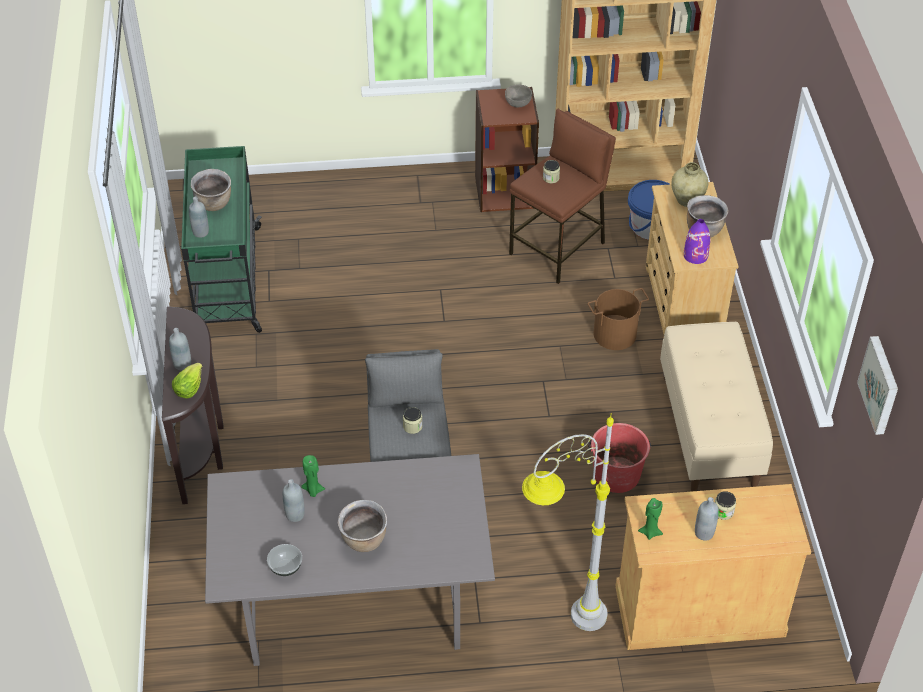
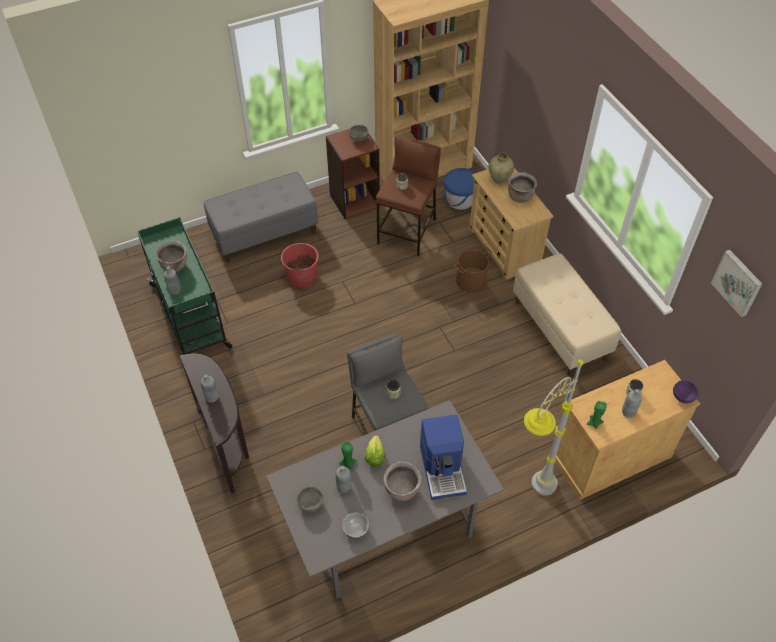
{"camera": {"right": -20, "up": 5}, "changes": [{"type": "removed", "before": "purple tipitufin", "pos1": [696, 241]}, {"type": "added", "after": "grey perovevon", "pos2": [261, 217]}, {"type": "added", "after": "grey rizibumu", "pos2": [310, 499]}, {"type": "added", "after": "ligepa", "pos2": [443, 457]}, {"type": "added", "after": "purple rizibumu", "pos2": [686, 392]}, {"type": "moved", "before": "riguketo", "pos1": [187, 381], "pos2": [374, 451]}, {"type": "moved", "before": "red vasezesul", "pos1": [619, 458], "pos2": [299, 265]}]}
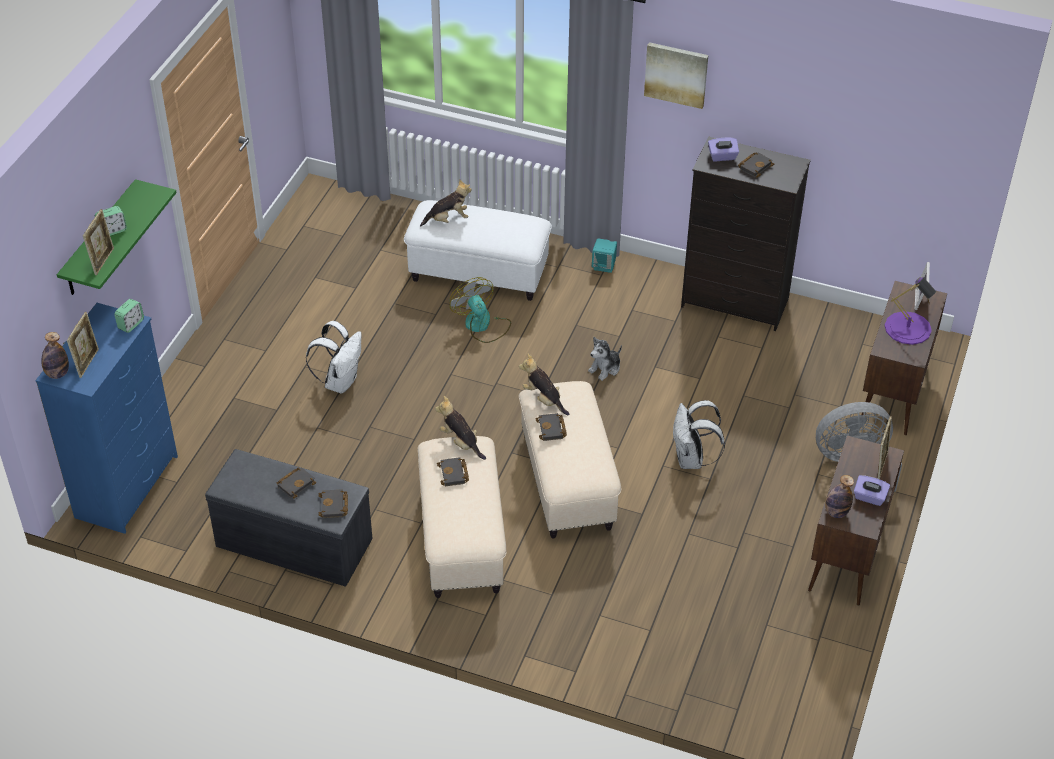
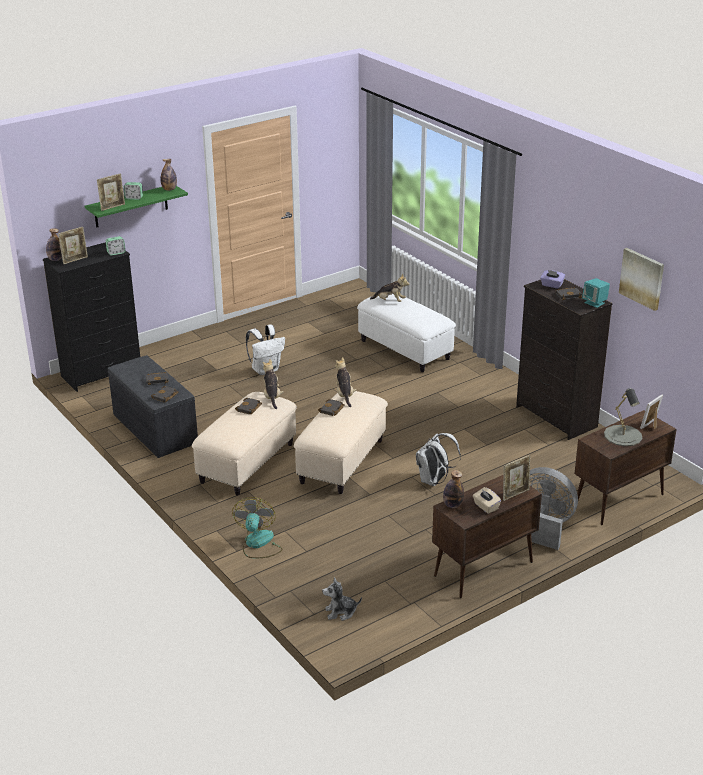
{"camera": {"right": 35, "up": -15}, "changes": [{"type": "added", "after": "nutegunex", "pos2": [169, 175]}, {"type": "moved", "before": "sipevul", "pos1": [480, 310], "pos2": [257, 527]}, {"type": "moved", "before": "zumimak", "pos1": [605, 359], "pos2": [342, 599]}, {"type": "moved", "before": "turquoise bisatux", "pos1": [604, 255], "pos2": [596, 293]}, {"type": "moved", "before": "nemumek", "pos1": [676, 75], "pos2": [641, 279]}, {"type": "recoloured", "before": "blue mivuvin", "after": "black mivuvin", "pos1": [106, 418], "pos2": [91, 317]}, {"type": "recoloured", "before": "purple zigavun", "after": "beige zigavun", "pos1": [872, 490], "pos2": [487, 500]}, {"type": "recoloured", "before": "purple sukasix", "after": "grey sukasix", "pos1": [910, 311], "pos2": [623, 417]}]}
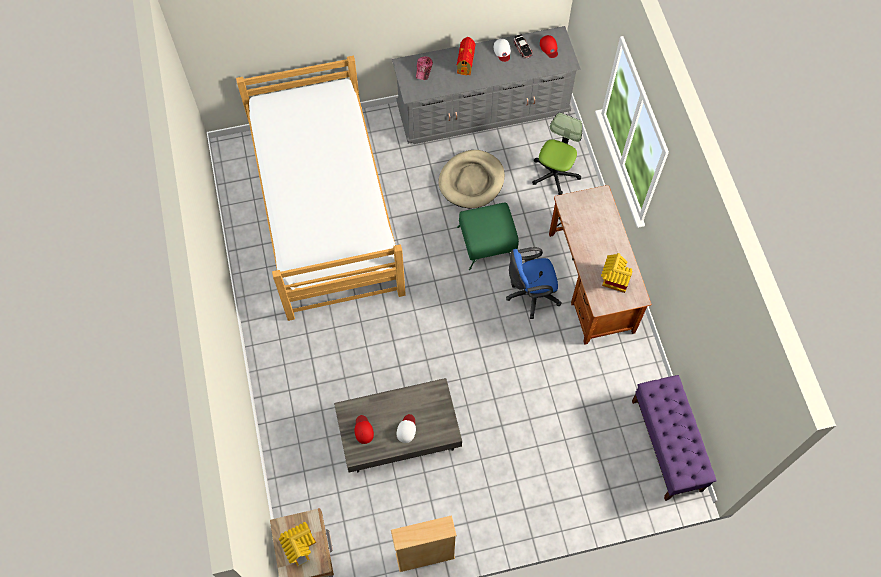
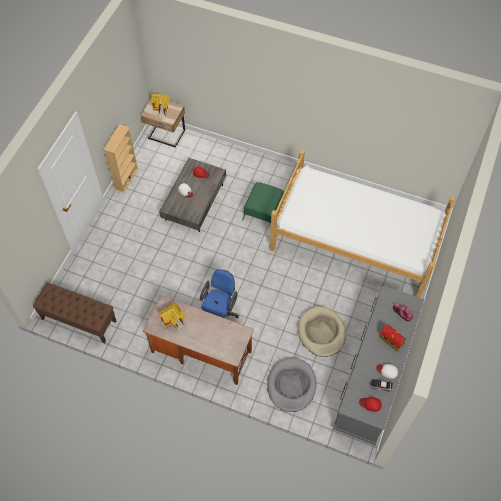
{"camera": {"right": 125, "up": -5}, "changes": [{"type": "moved", "before": "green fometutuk", "pos1": [488, 236], "pos2": [263, 202]}, {"type": "replaced", "before": "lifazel", "after": "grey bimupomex", "pos1": [557, 154], "pos2": [292, 385]}, {"type": "recoloured", "before": "purple perovevon", "after": "brown perovevon", "pos1": [674, 438], "pos2": [75, 313]}]}
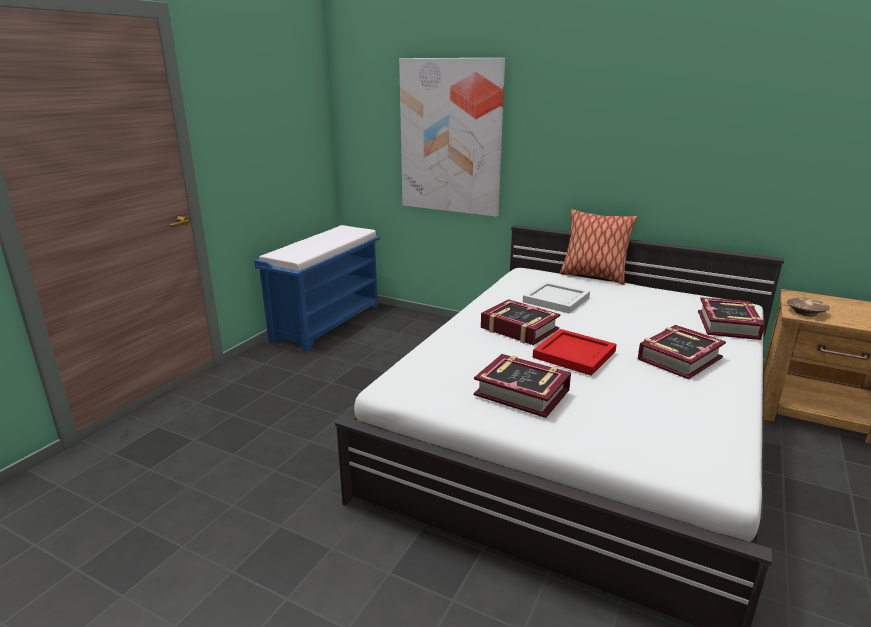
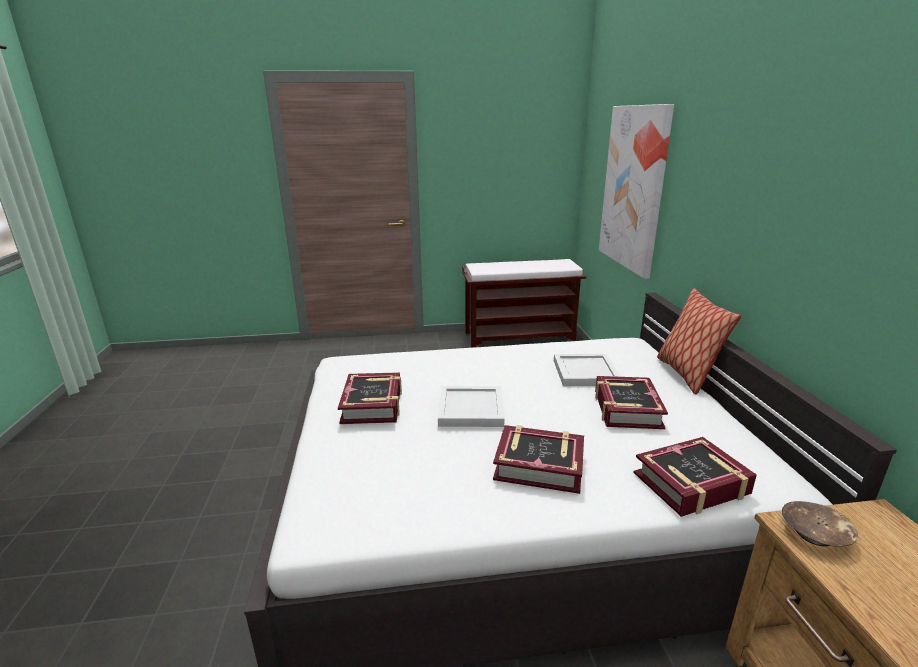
{"camera": {"right": 55, "up": 0}, "changes": [{"type": "moved", "before": "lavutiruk", "pos1": [520, 322], "pos2": [631, 402]}, {"type": "recoloured", "before": "blue perovevon", "after": "brown perovevon", "pos1": [317, 288], "pos2": [524, 303]}, {"type": "recoloured", "before": "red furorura", "after": "white furorura", "pos1": [575, 352], "pos2": [471, 406]}]}
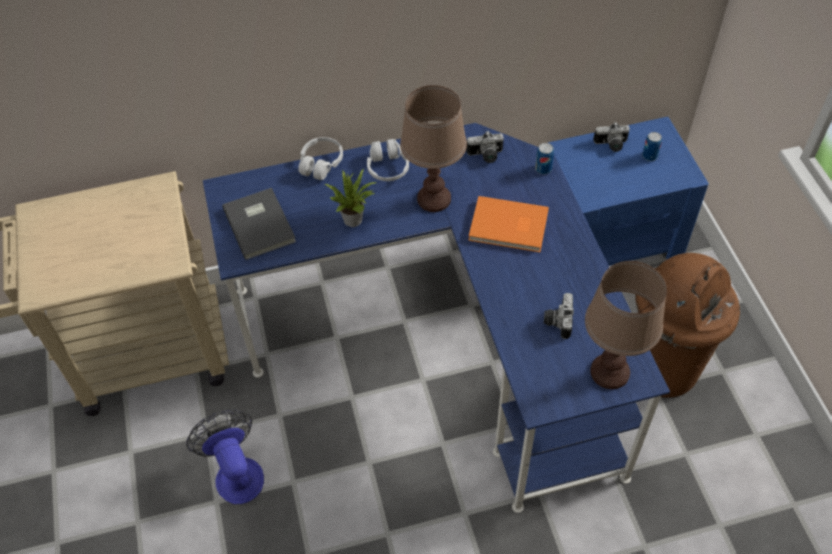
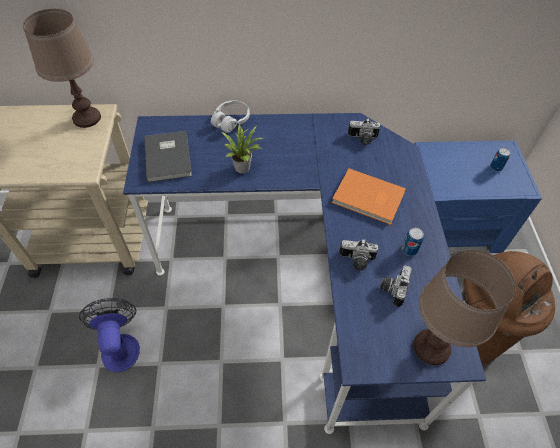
{"camera": {"right": 10, "up": 0}, "changes": [{"type": "removed", "before": "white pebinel", "pos1": [388, 160]}, {"type": "moved", "before": "brown sukasix", "pos1": [433, 148], "pos2": [62, 68]}, {"type": "moved", "before": "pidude", "pos1": [544, 158], "pos2": [413, 242]}, {"type": "moved", "before": "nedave", "pos1": [611, 137], "pos2": [358, 255]}]}
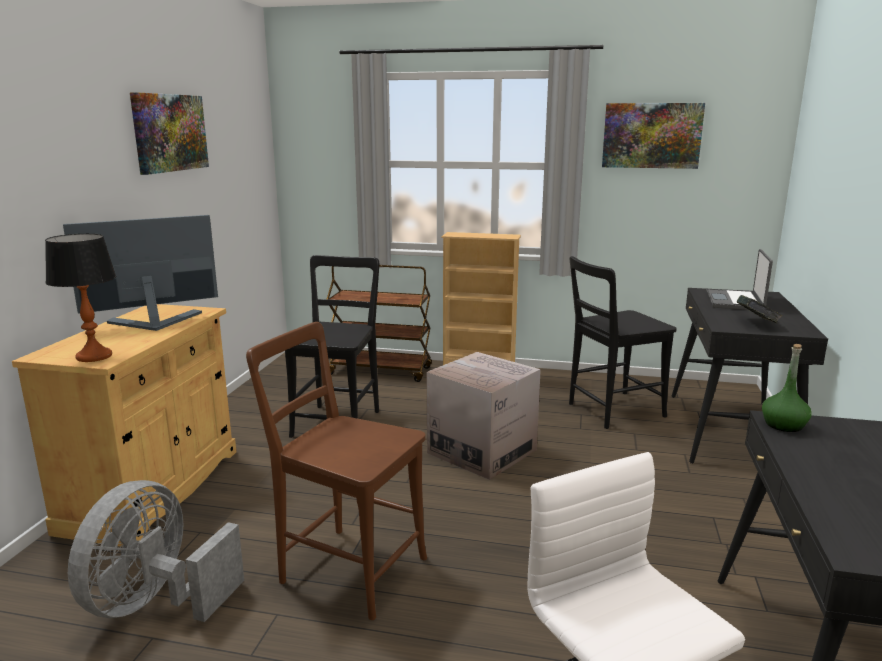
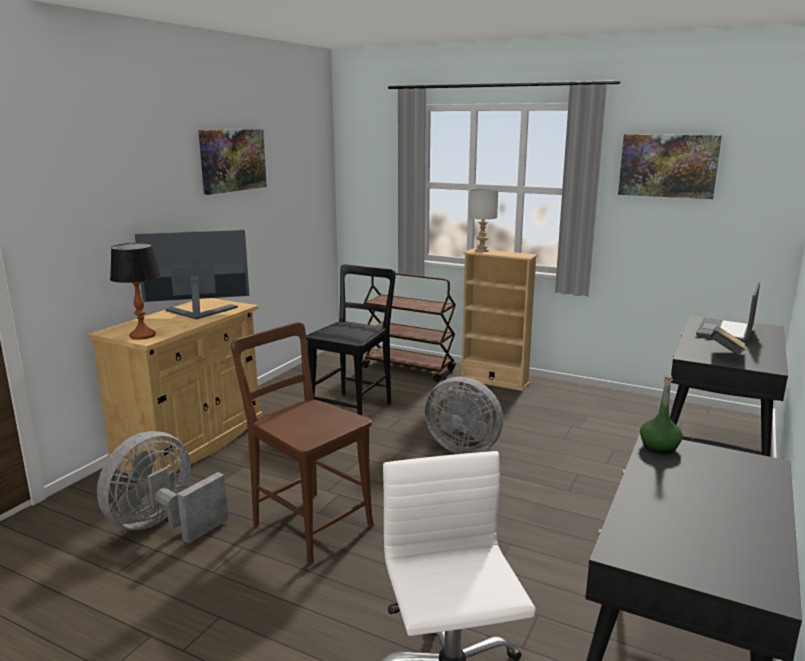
{"camera": {"right": 15, "up": 0}, "changes": [{"type": "removed", "before": "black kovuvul", "pos1": [623, 342]}, {"type": "added", "after": "grey sukasix", "pos2": [483, 220]}, {"type": "replaced", "before": "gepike", "after": "grey sipevul", "pos1": [484, 416], "pos2": [464, 415]}]}
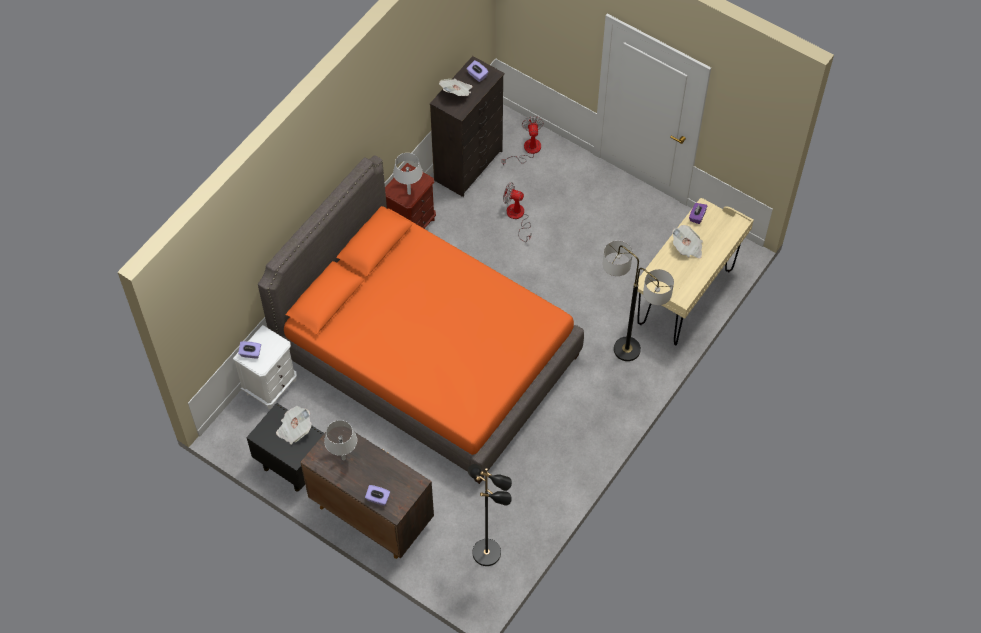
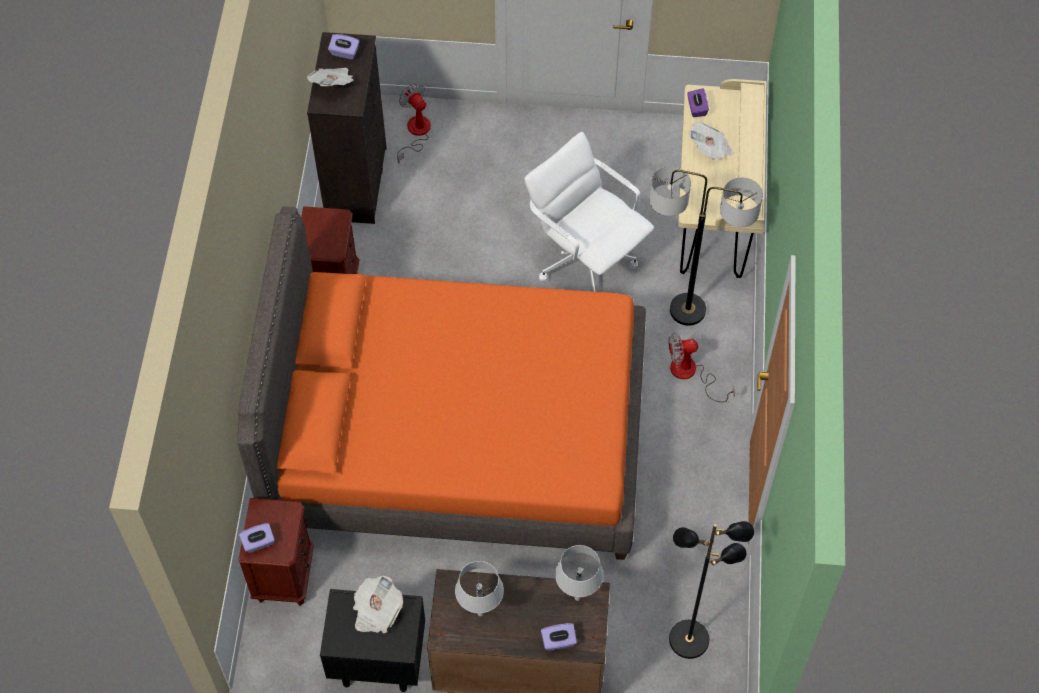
{"camera": {"right": -30, "up": 0}, "changes": [{"type": "added", "after": "white lifazel", "pos2": [589, 212]}, {"type": "moved", "before": "grey sukasix", "pos1": [408, 174], "pos2": [579, 573]}, {"type": "moved", "before": "sipevul", "pos1": [517, 212], "pos2": [702, 367]}, {"type": "recoloured", "before": "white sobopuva", "after": "brown sobopuva", "pos1": [265, 367], "pos2": [276, 552]}]}
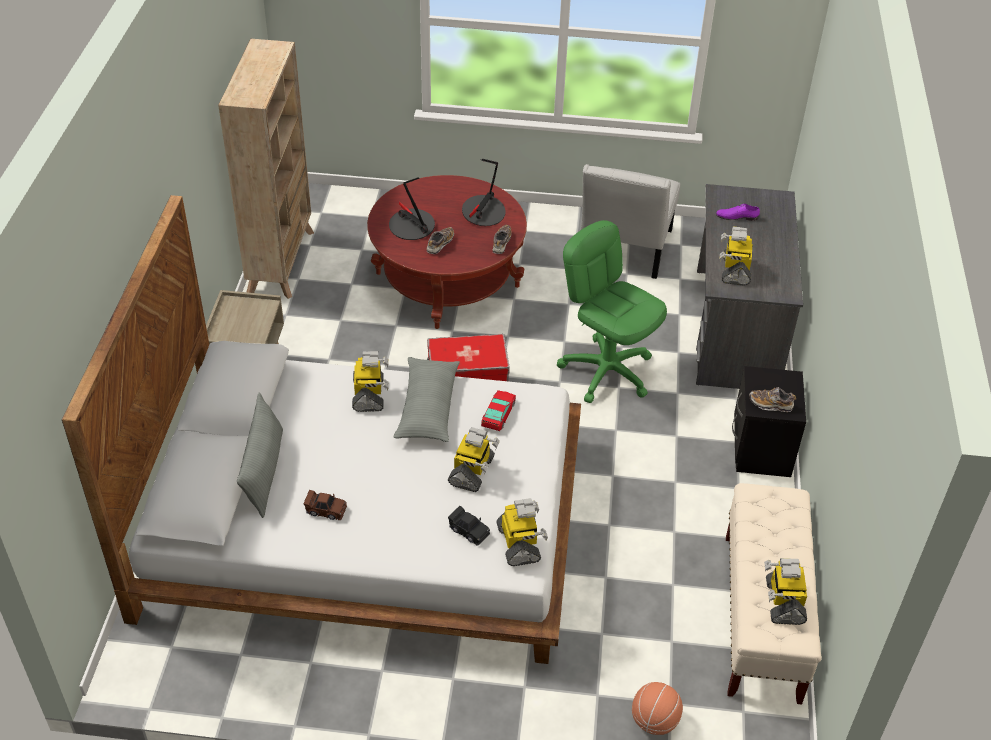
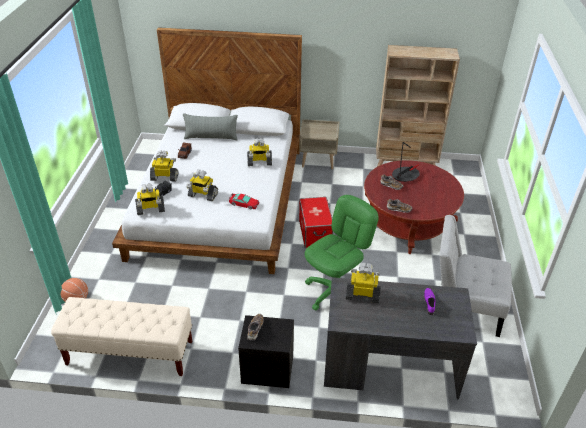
{"camera": {"right": 90, "up": -5}, "changes": [{"type": "removed", "before": "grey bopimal", "pos1": [427, 399]}, {"type": "removed", "before": "sukasix", "pos1": [484, 192]}, {"type": "moved", "before": "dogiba", "pos1": [785, 591], "pos2": [164, 165]}]}
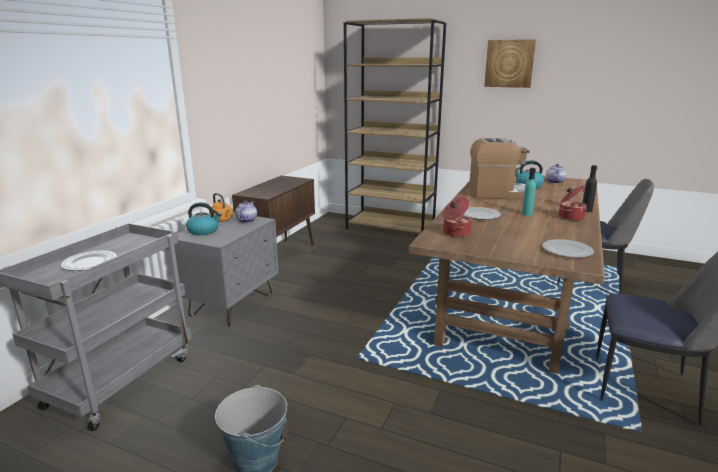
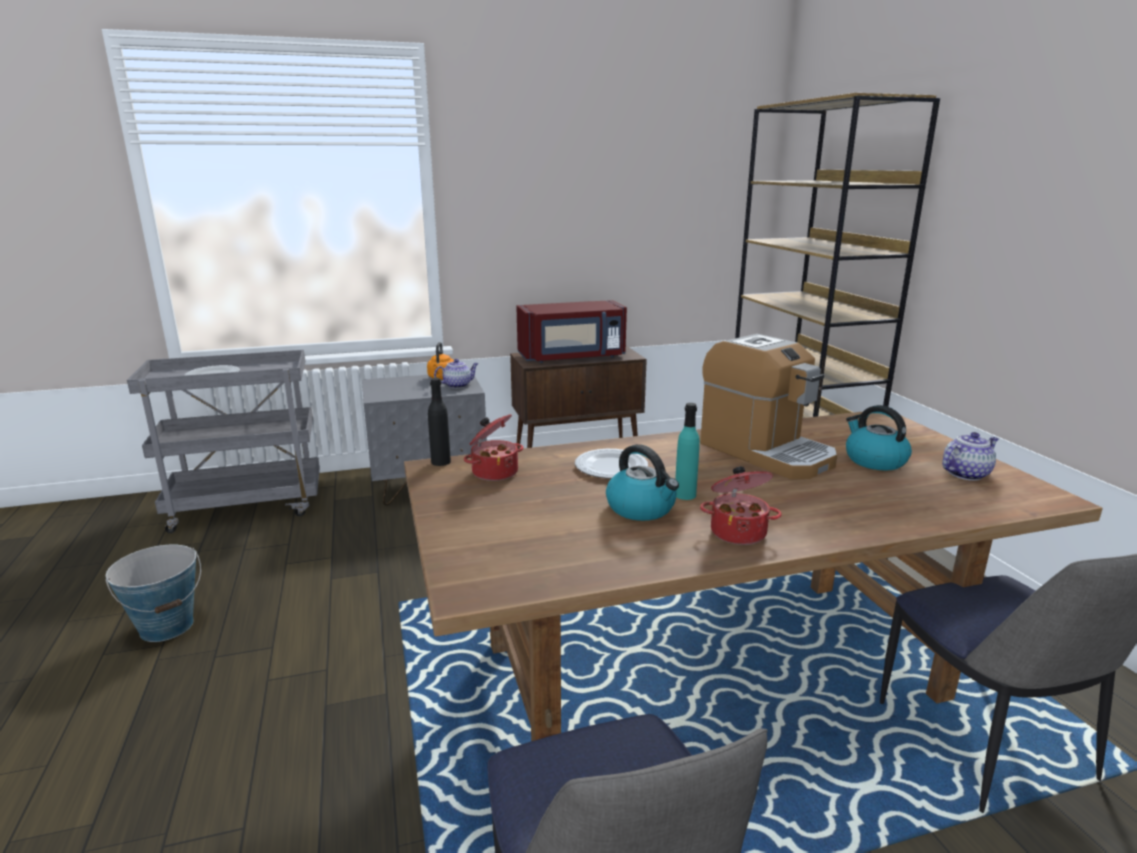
{"camera": {"right": 50, "up": 0}, "changes": [{"type": "removed", "before": "nemumek", "pos1": [510, 63]}, {"type": "removed", "before": "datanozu", "pos1": [568, 248]}, {"type": "added", "after": "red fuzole", "pos2": [571, 331]}, {"type": "moved", "before": "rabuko", "pos1": [204, 218], "pos2": [642, 482]}, {"type": "moved", "before": "black nutegunex", "pos1": [589, 188], "pos2": [439, 422]}]}
